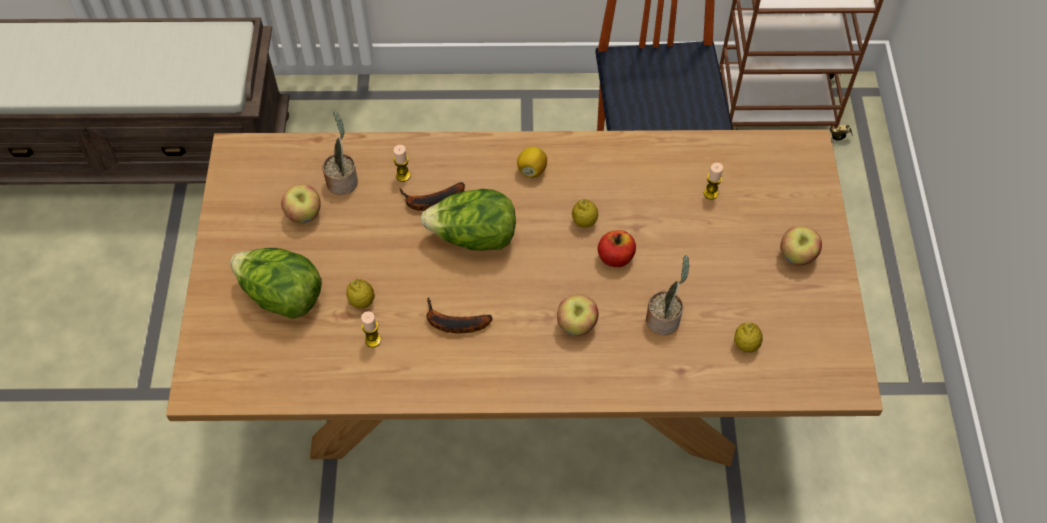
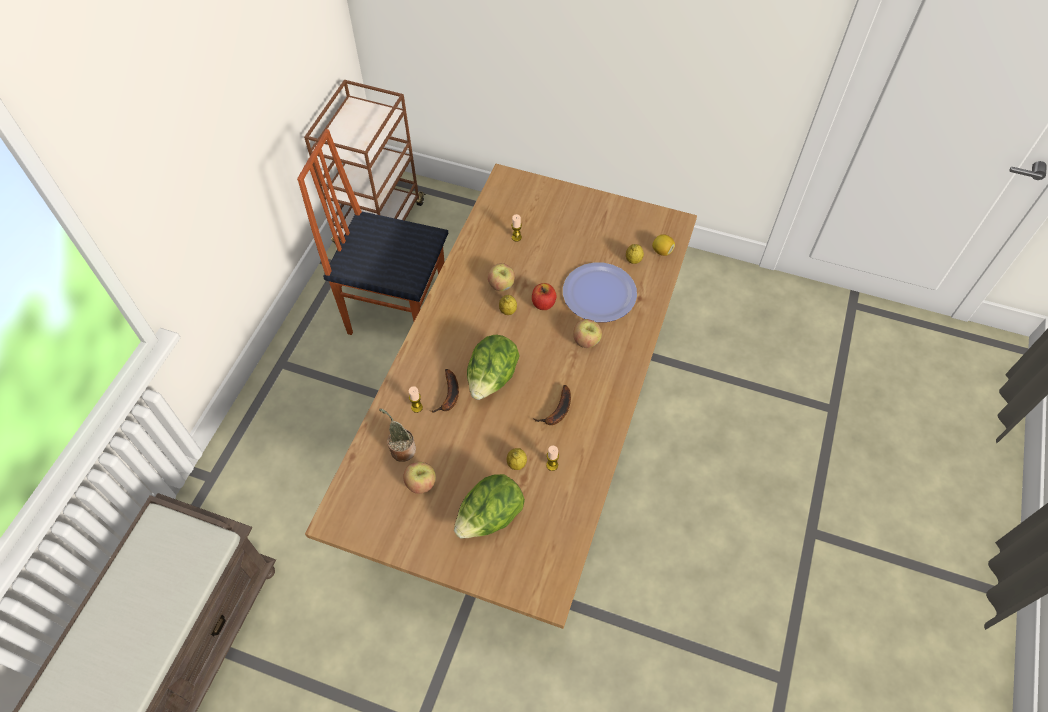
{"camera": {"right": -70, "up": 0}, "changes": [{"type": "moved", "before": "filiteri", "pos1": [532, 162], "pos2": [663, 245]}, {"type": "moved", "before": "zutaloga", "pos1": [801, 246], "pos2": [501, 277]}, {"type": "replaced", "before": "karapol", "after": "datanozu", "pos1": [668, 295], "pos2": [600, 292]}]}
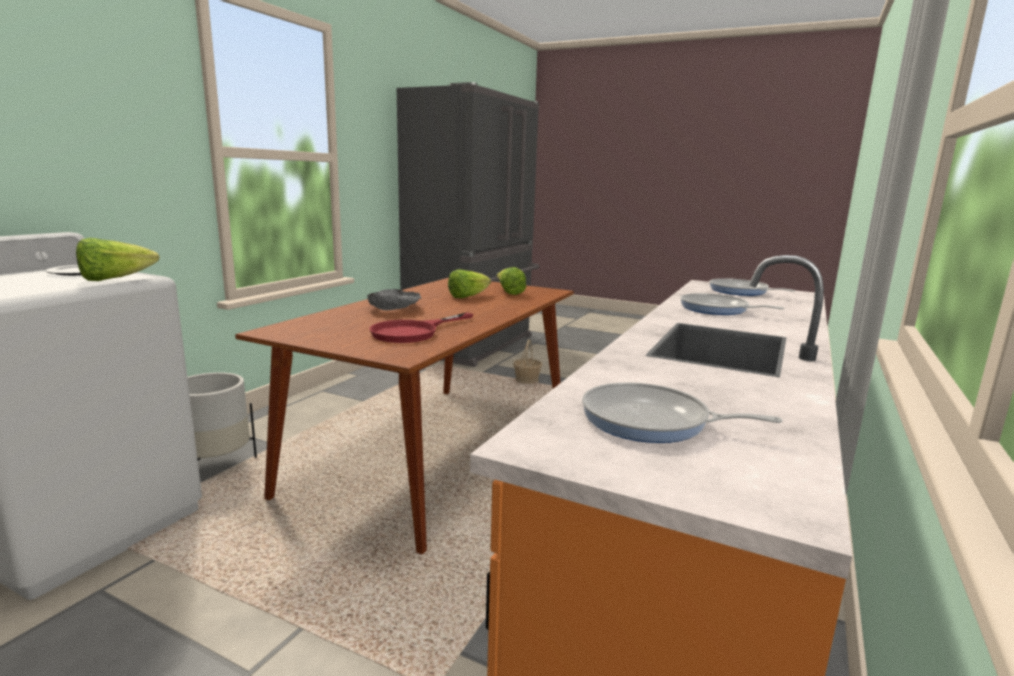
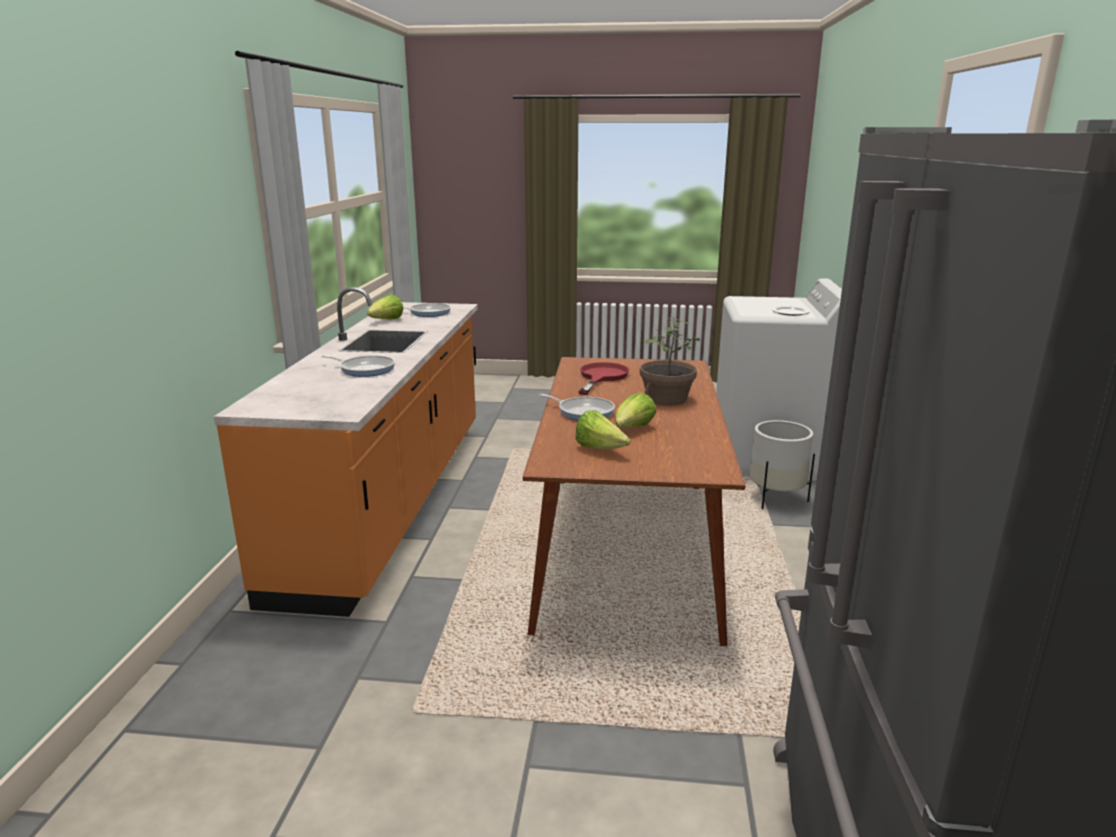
{"camera": {"right": 160, "up": 5}, "changes": [{"type": "removed", "before": "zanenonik", "pos1": [527, 361]}, {"type": "moved", "before": "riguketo", "pos1": [118, 259], "pos2": [385, 306]}, {"type": "moved", "before": "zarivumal", "pos1": [752, 287], "pos2": [577, 407]}, {"type": "replaced", "before": "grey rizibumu", "after": "karapol", "pos1": [394, 300], "pos2": [670, 361]}]}
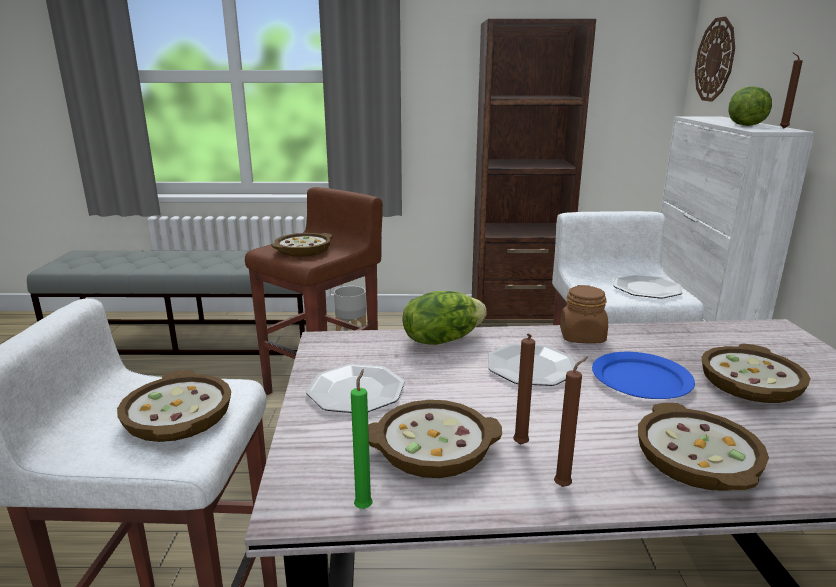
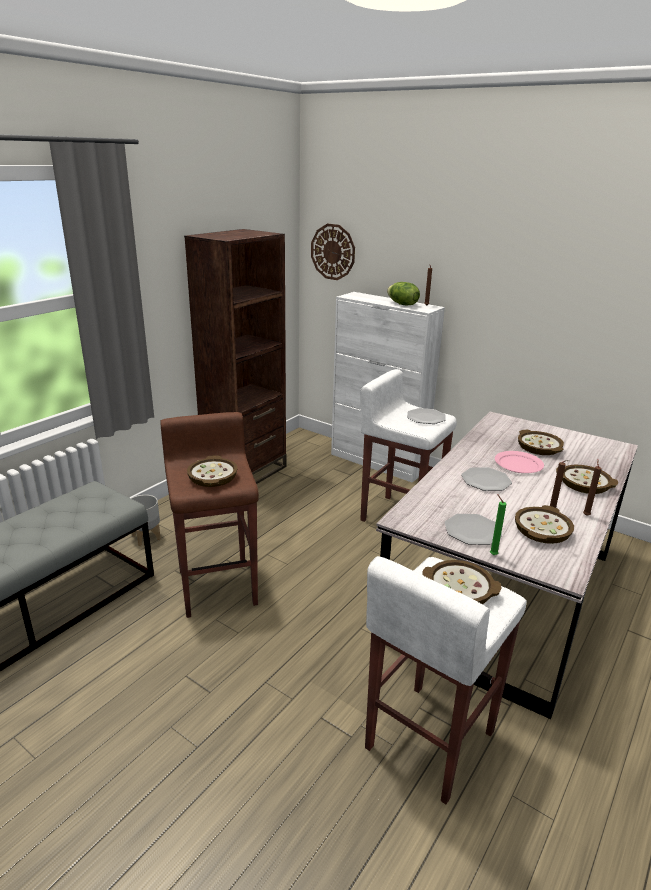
{"camera": {"right": -55, "up": 5}, "changes": [{"type": "removed", "before": "riguketo", "pos1": [445, 318]}, {"type": "removed", "before": "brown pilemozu", "pos1": [584, 314]}, {"type": "moved", "before": "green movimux", "pos1": [362, 439], "pos2": [498, 524]}, {"type": "recoloured", "before": "blue datanozu", "after": "pink datanozu", "pos1": [643, 375], "pos2": [519, 462]}]}
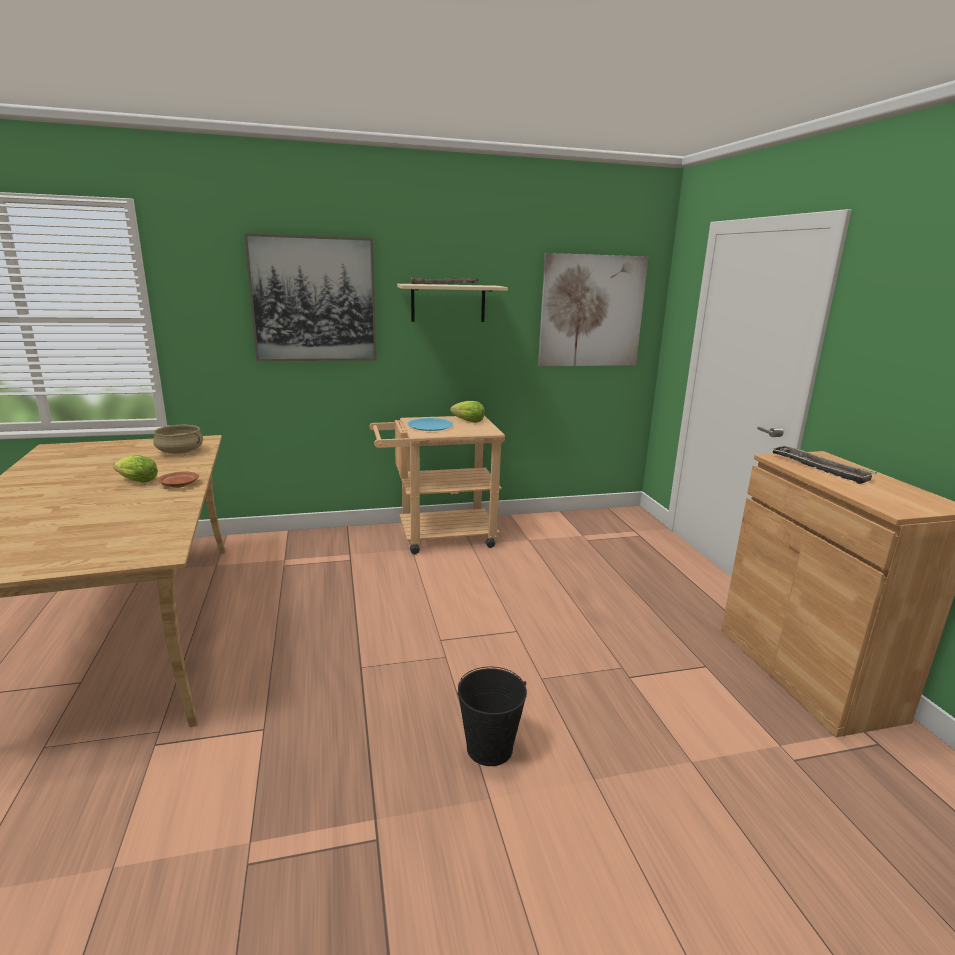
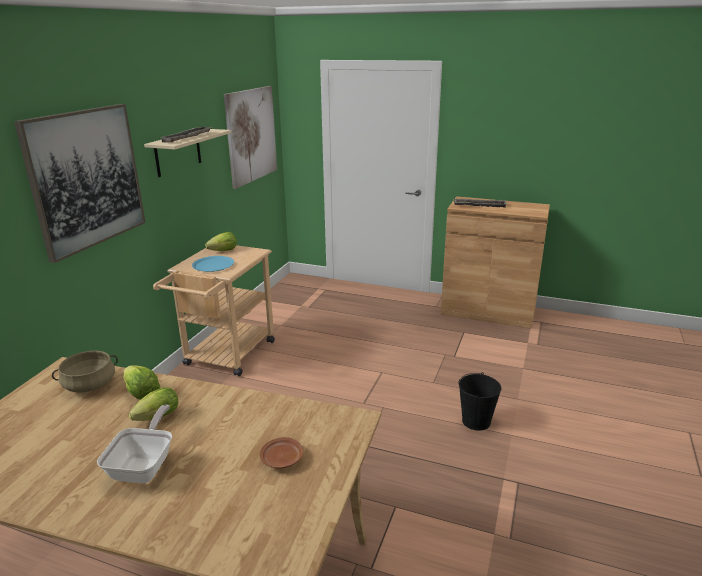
{"camera": {"right": -55, "up": 5}, "changes": [{"type": "added", "after": "zarivumal", "pos2": [134, 444]}, {"type": "added", "after": "riguketo", "pos2": [141, 382]}, {"type": "moved", "before": "brown datanozu", "pos1": [178, 480], "pos2": [282, 453]}]}
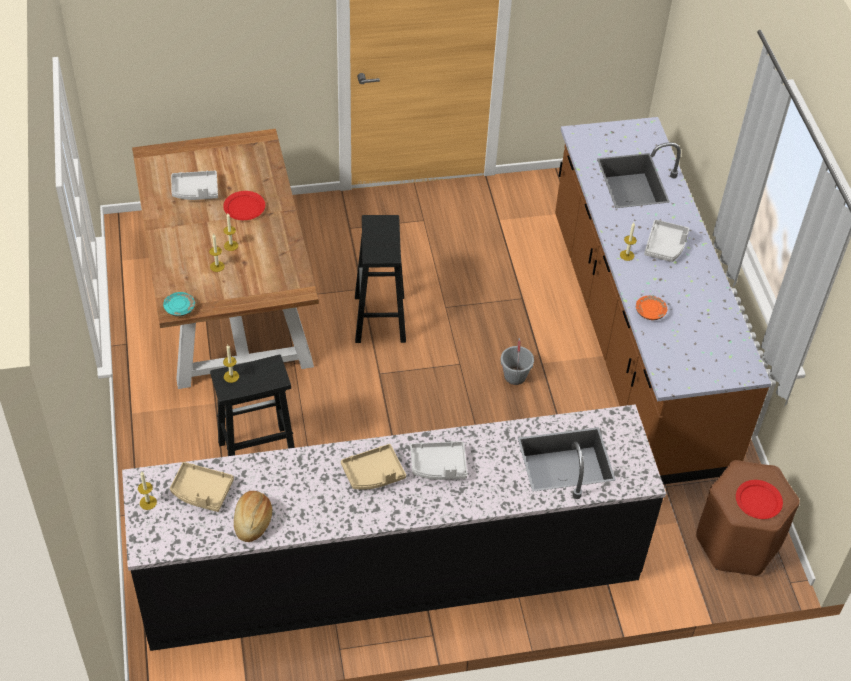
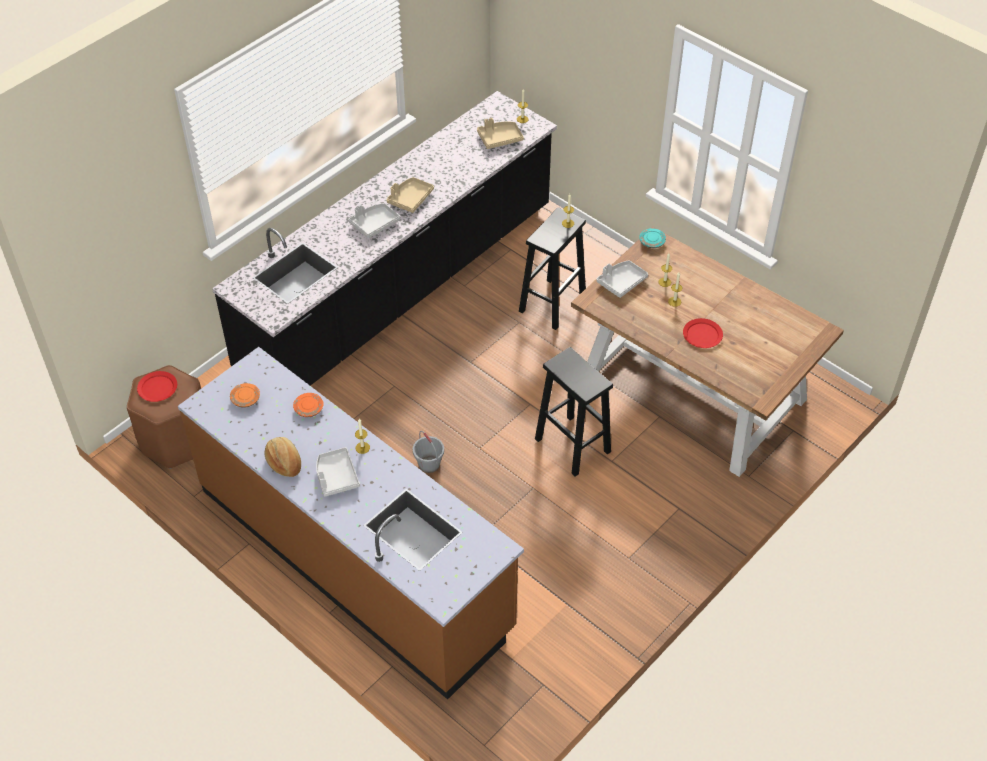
{"camera": {"right": 145, "up": 0}, "changes": [{"type": "added", "after": "orange datanozu", "pos2": [245, 395]}, {"type": "moved", "before": "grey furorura", "pos1": [194, 185], "pos2": [622, 279]}, {"type": "moved", "before": "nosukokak", "pos1": [253, 516], "pos2": [282, 457]}]}
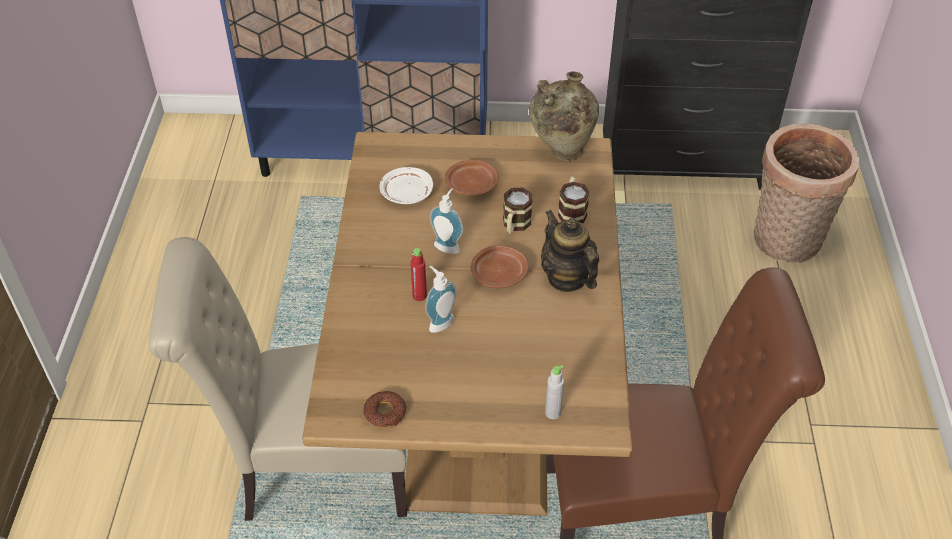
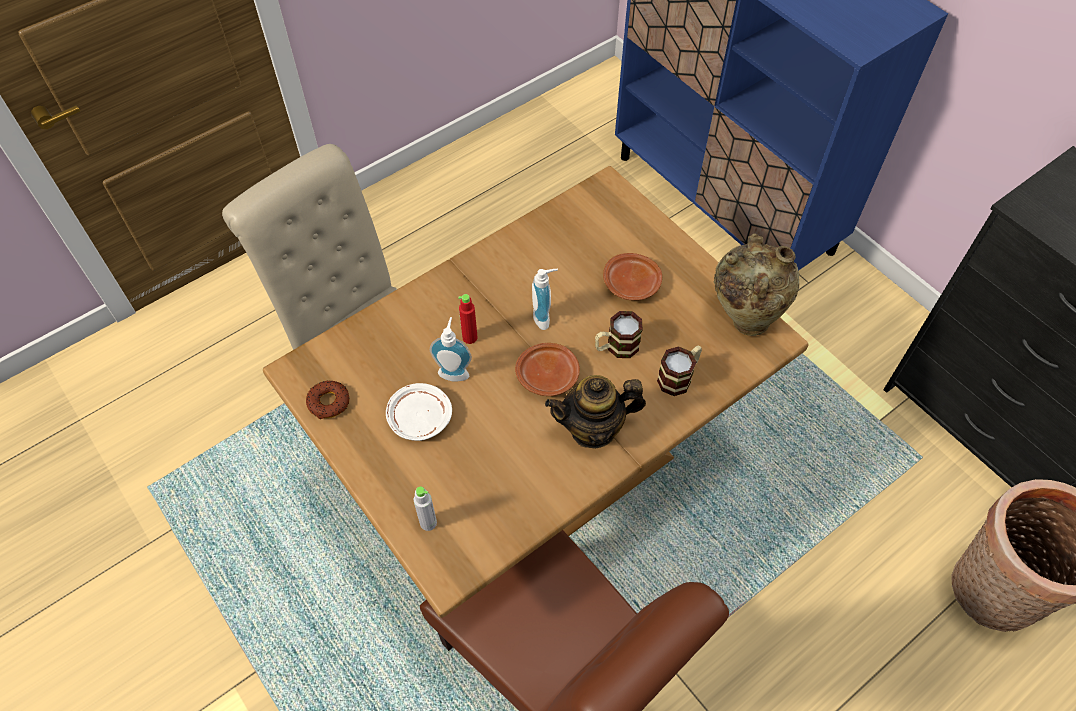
{"camera": {"right": 50, "up": 10}, "changes": [{"type": "moved", "before": "white datanozu", "pos1": [406, 185], "pos2": [419, 412]}, {"type": "turned", "before": "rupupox", "pos1": [570, 251], "pos2": [595, 412], "turn": -120}]}
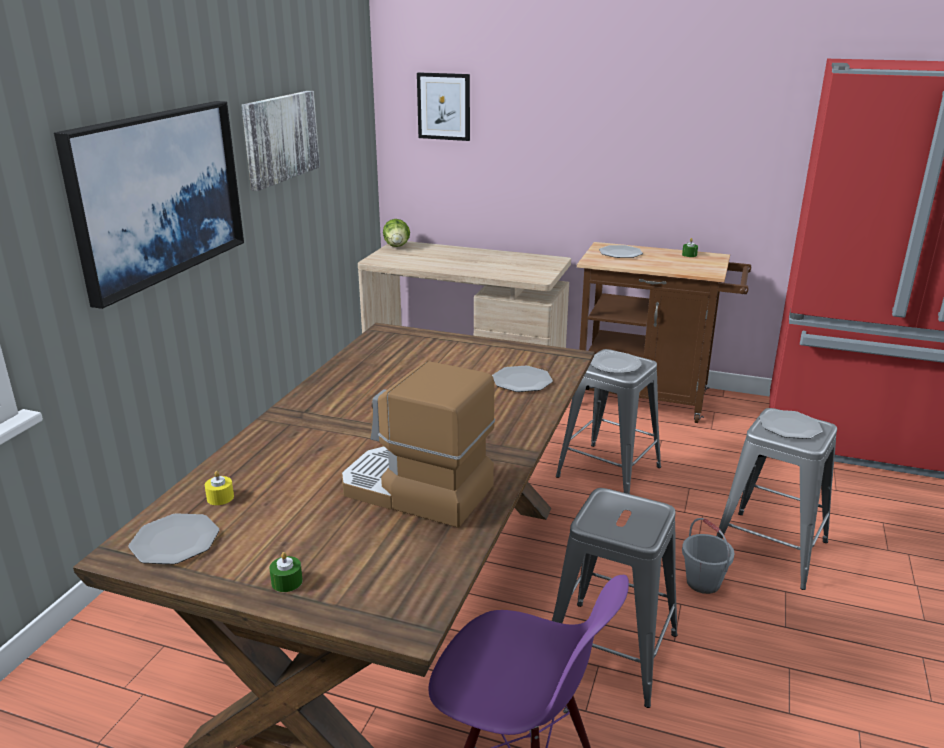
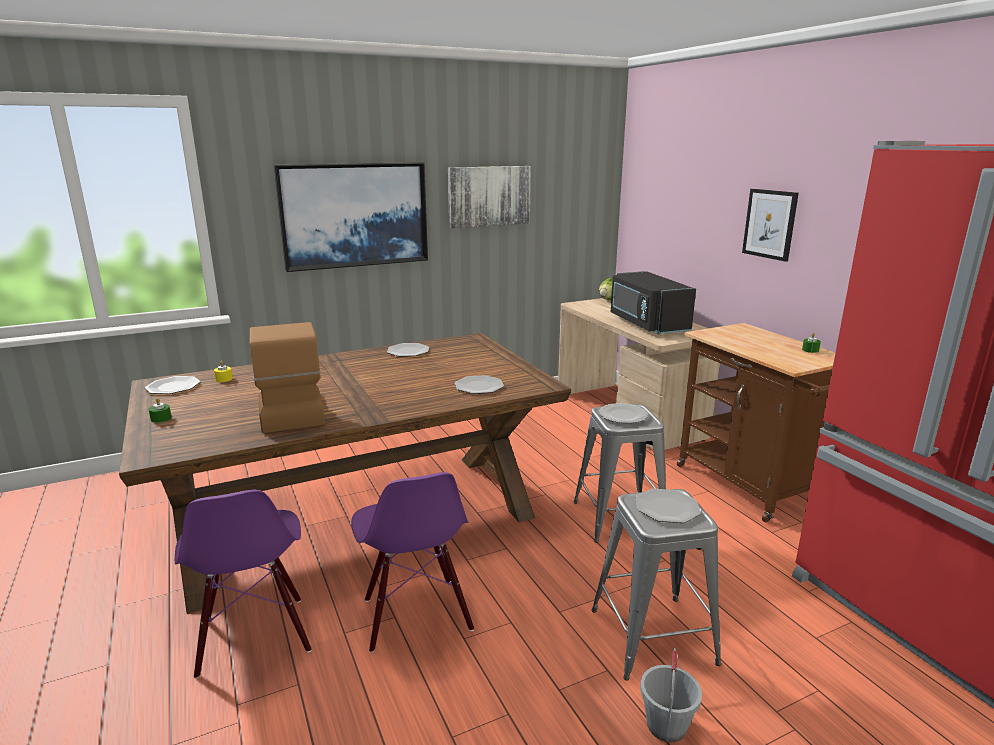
{"camera": {"right": 45, "up": -5}, "changes": [{"type": "added", "after": "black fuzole", "pos2": [653, 302]}, {"type": "moved", "before": "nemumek", "pos1": [443, 106], "pos2": [770, 225]}, {"type": "moved", "before": "datanozu", "pos1": [621, 251], "pos2": [408, 349]}, {"type": "moved", "before": "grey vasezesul", "pos1": [708, 556], "pos2": [671, 695]}, {"type": "replaced", "before": "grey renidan", "after": "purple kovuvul", "pos1": [614, 598], "pos2": [412, 562]}]}
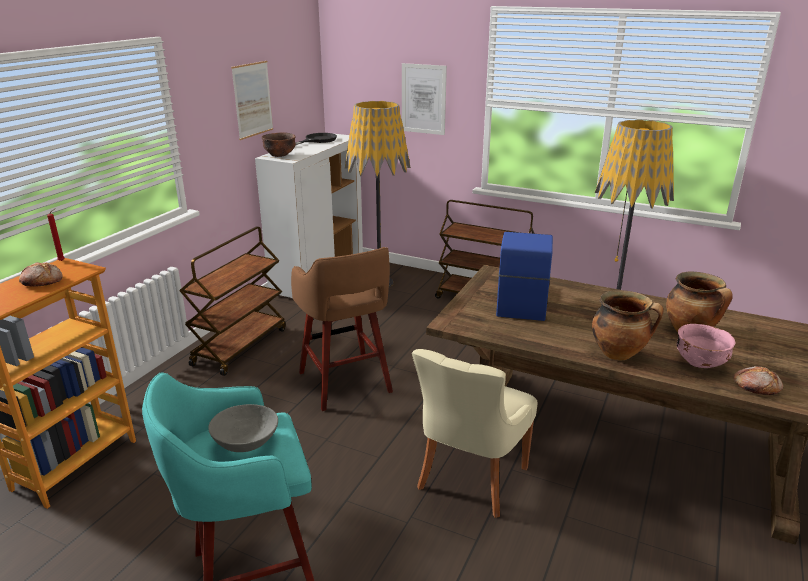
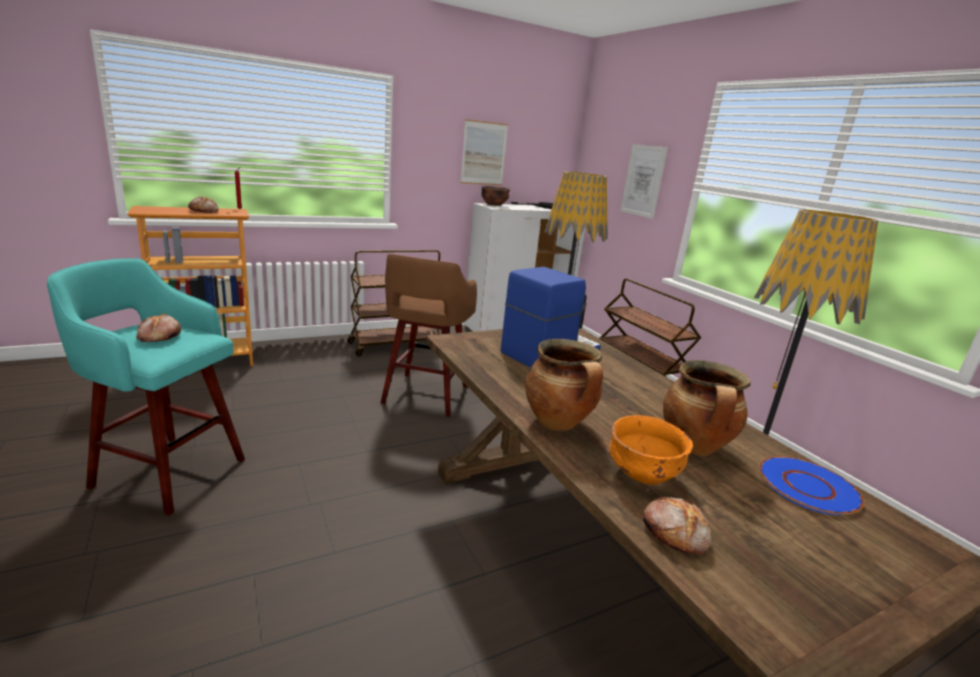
{"camera": {"right": 35, "up": -5}, "changes": [{"type": "removed", "before": "beige kovuvul", "pos1": [475, 433]}, {"type": "added", "after": "blue datanozu", "pos2": [811, 485]}, {"type": "replaced", "before": "grey rizibumu", "after": "nosukokak", "pos1": [243, 428], "pos2": [158, 327]}, {"type": "recoloured", "before": "pink rizibumu", "after": "orange rizibumu", "pos1": [706, 346], "pos2": [651, 450]}]}
